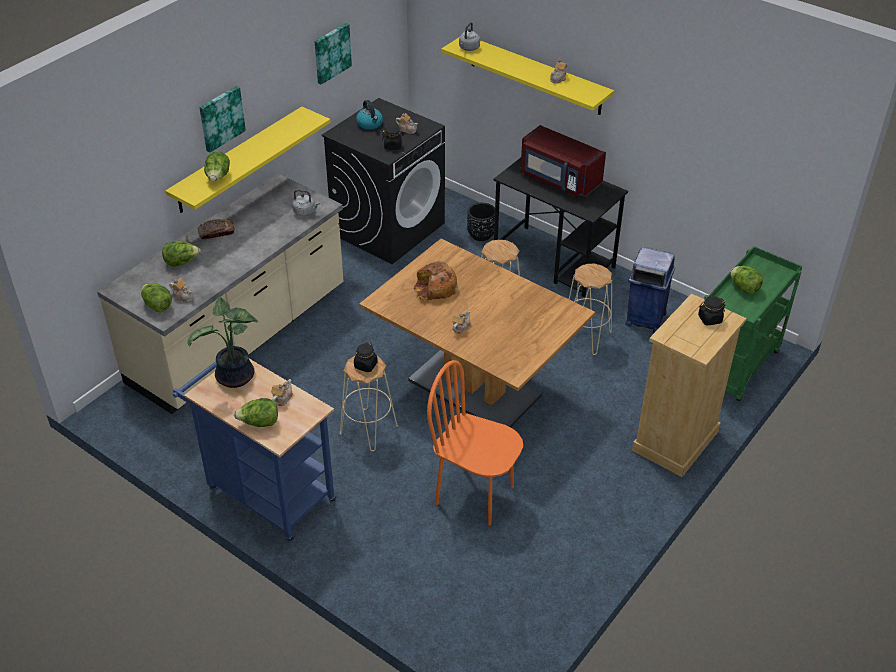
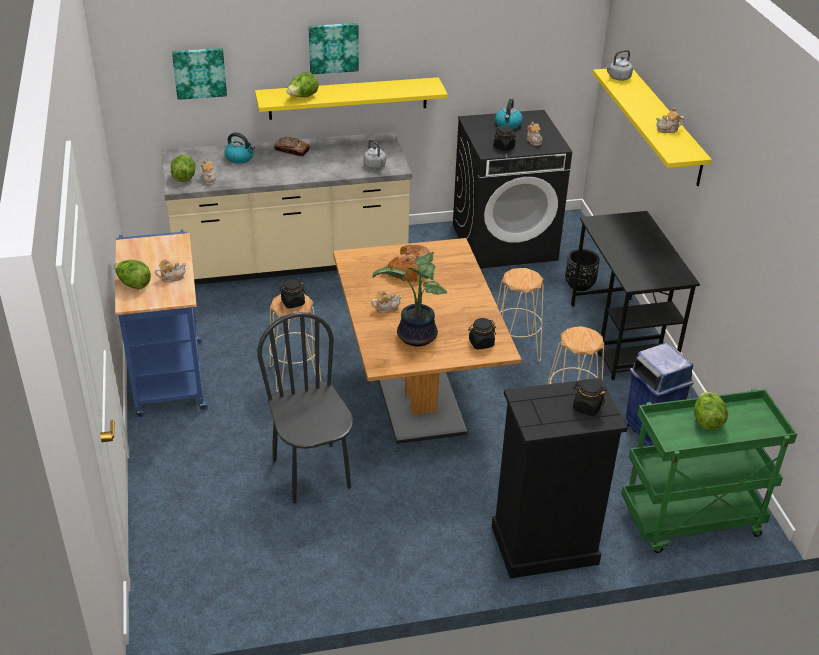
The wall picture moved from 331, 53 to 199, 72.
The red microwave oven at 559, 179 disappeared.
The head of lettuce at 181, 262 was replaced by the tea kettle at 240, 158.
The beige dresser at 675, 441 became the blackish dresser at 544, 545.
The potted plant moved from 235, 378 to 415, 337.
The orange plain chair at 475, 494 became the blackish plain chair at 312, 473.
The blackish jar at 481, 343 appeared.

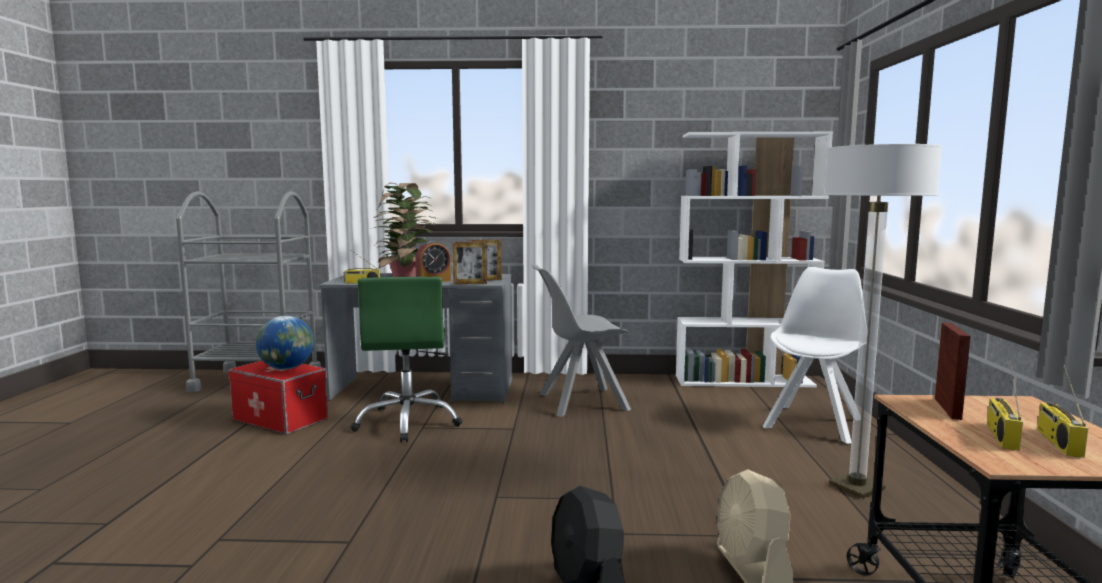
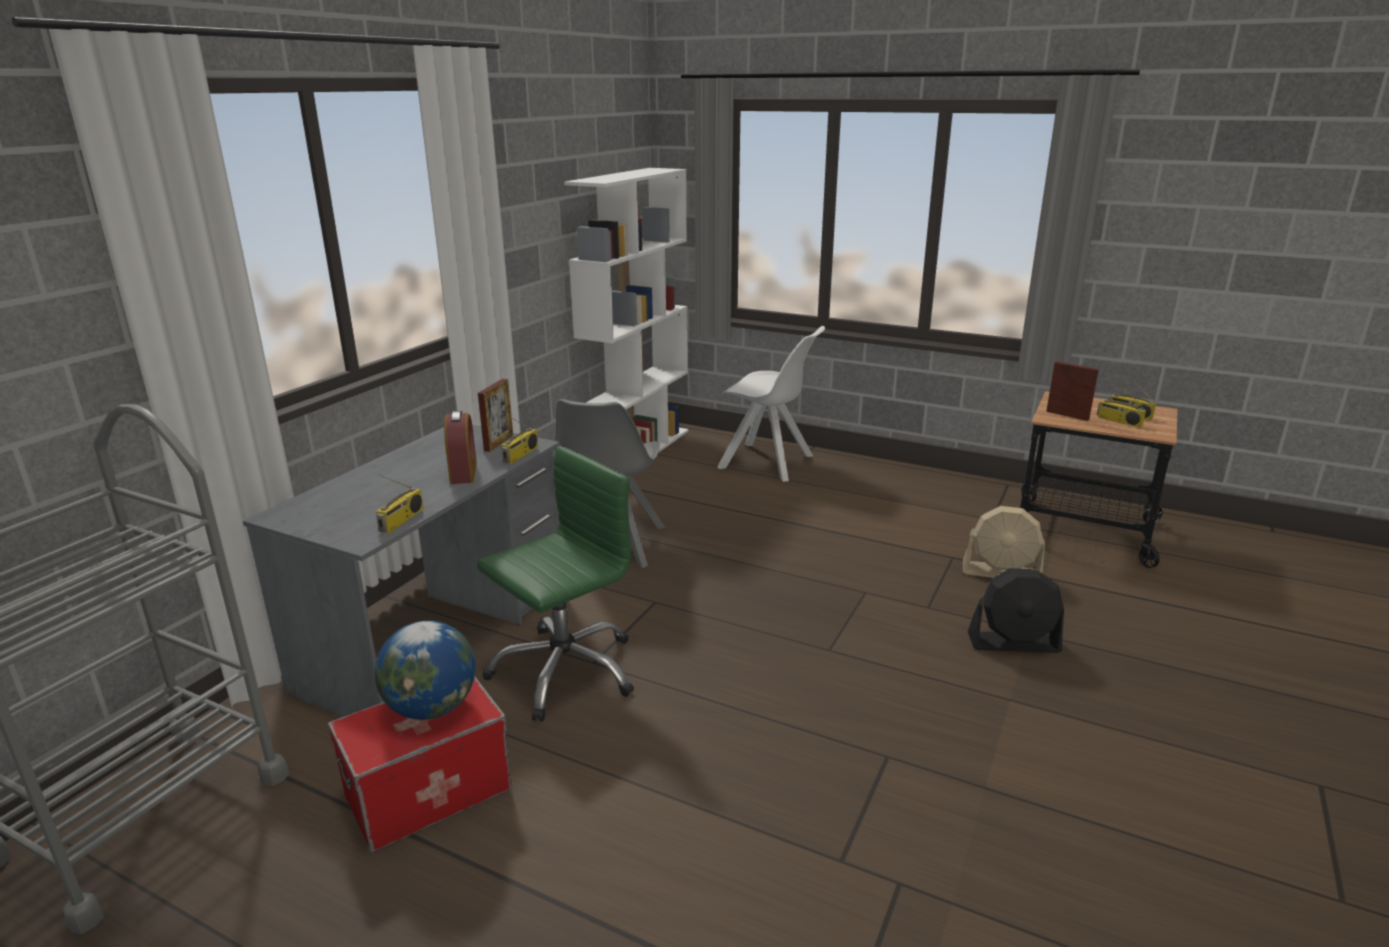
The floor lamp at 857, 487 disappeared.
The potted plant at 405, 276 disappeared.
The photo frame at 470, 283 was replaced by the radio receiver at 521, 455.
The whitish plain chair at 814, 422 turned 150 degrees clockwise.
The green-coloured office chair at 408, 422 turned 60 degrees counterclockwise.

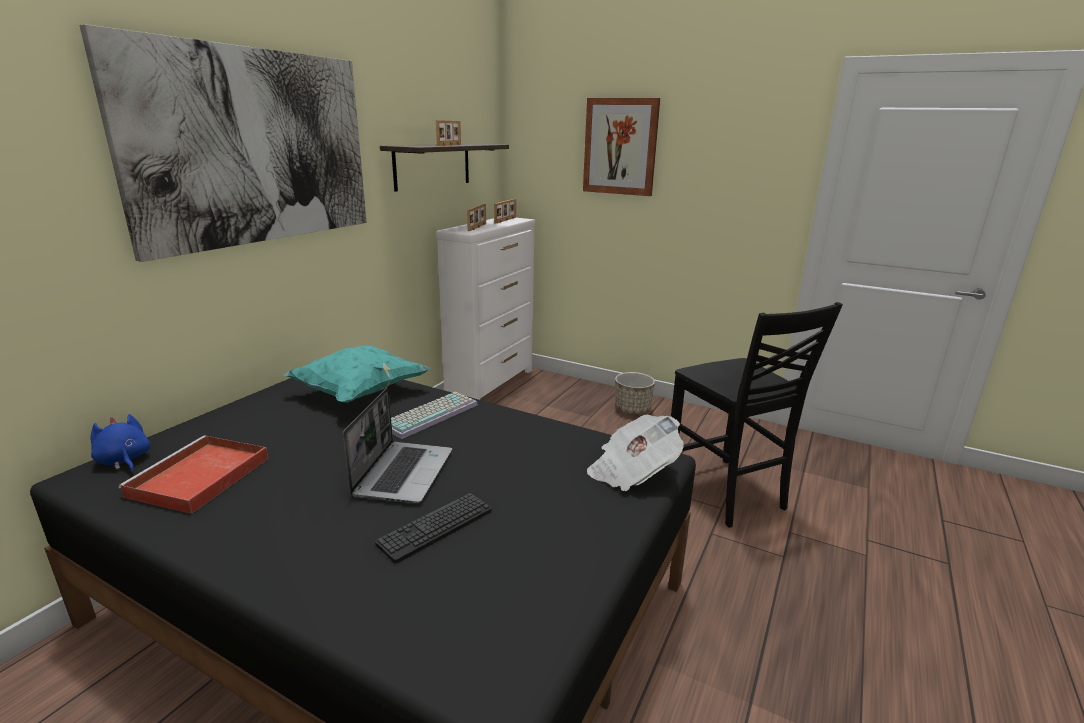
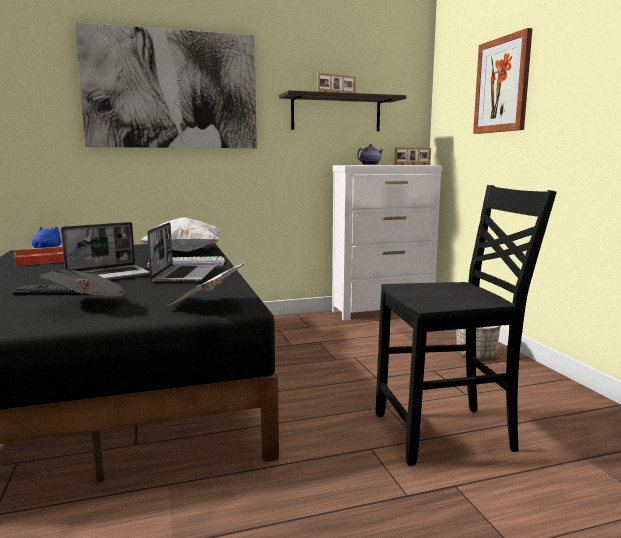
The photo frame at 478, 227 was replaced by the teapot at 370, 164.
The blackish plain chair at 726, 493 turned 120 degrees counterclockwise.
The turquoise throw pillow at 359, 393 became the whitish throw pillow at 184, 251.
The laptop at 184, 275 appeared.
The daily paper at 89, 305 appeared.

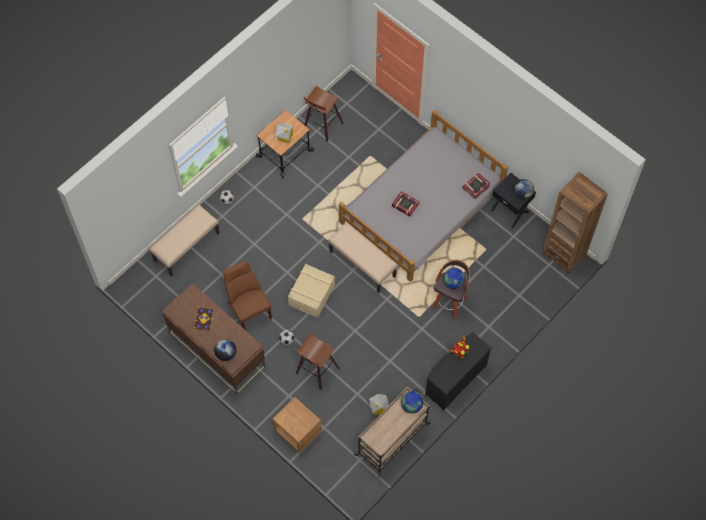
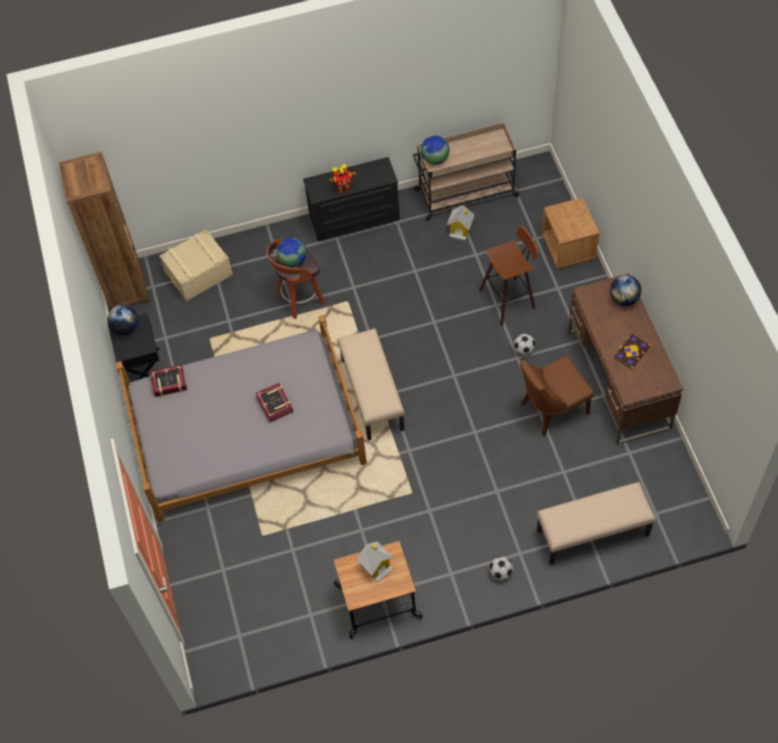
The sitting stool at 322, 126 disappeared.
The brown-coloured plain chair at 248, 309 turned 60 degrees clockwise.
The beige storage bin moved from 311, 295 to 198, 273.

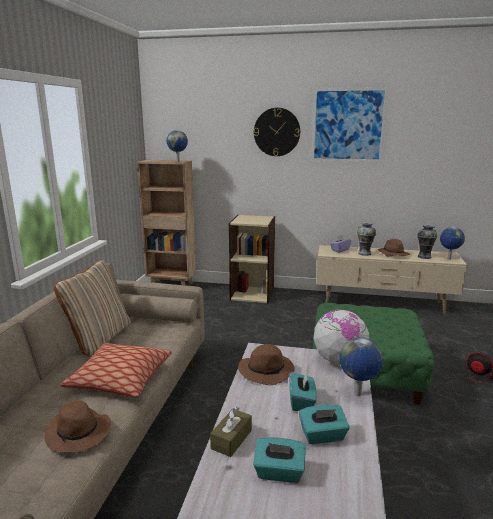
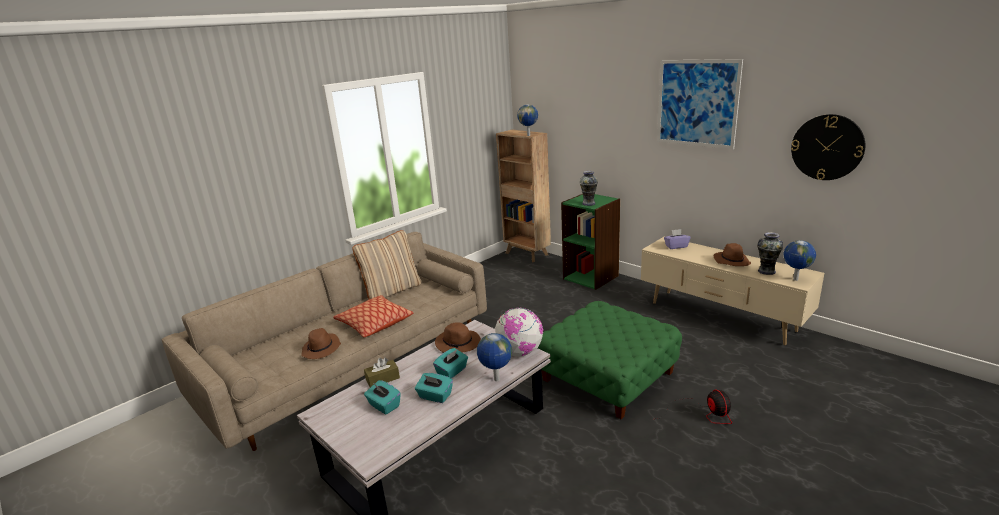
The wall clock moved from 277, 132 to 827, 147.
The beige shelving unit at 252, 294 became the green-coloured shelving unit at 591, 277.
The vase moved from 364, 253 to 589, 203.

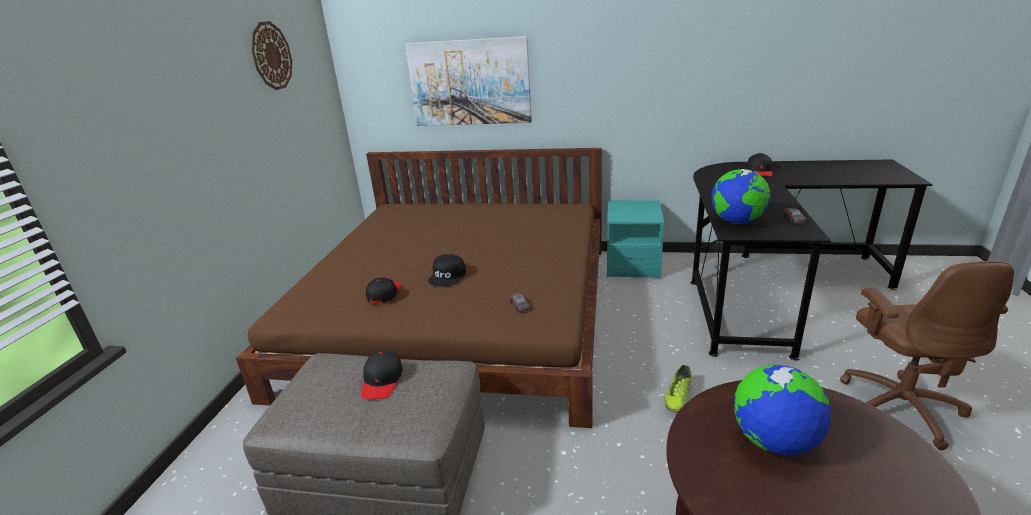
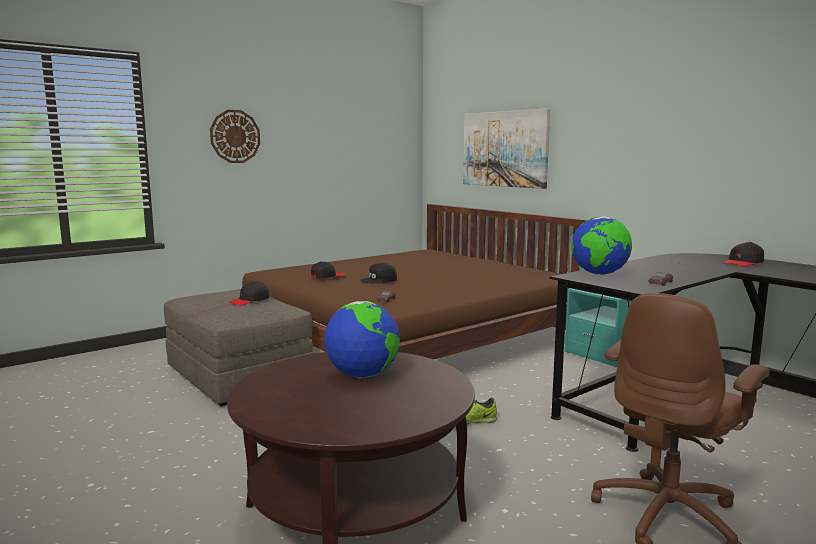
The wall clock moved from 271, 56 to 235, 136.

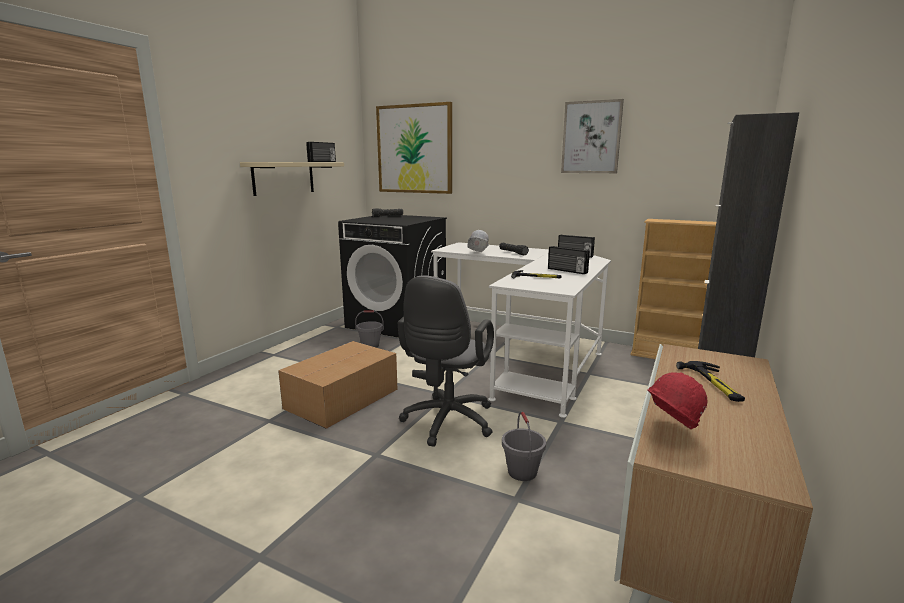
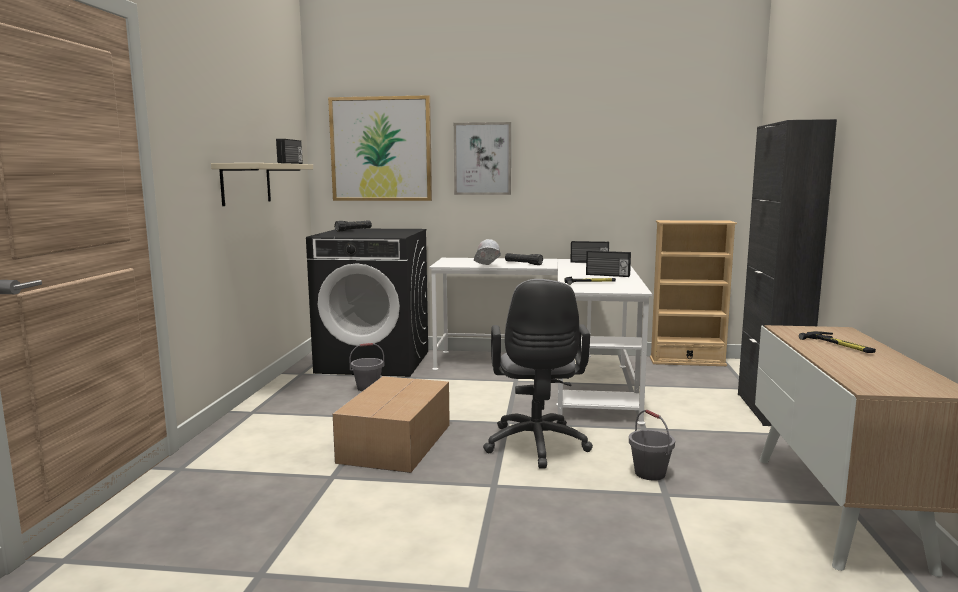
The wall picture moved from 591, 137 to 482, 159.
The red hard hat at 669, 431 disappeared.

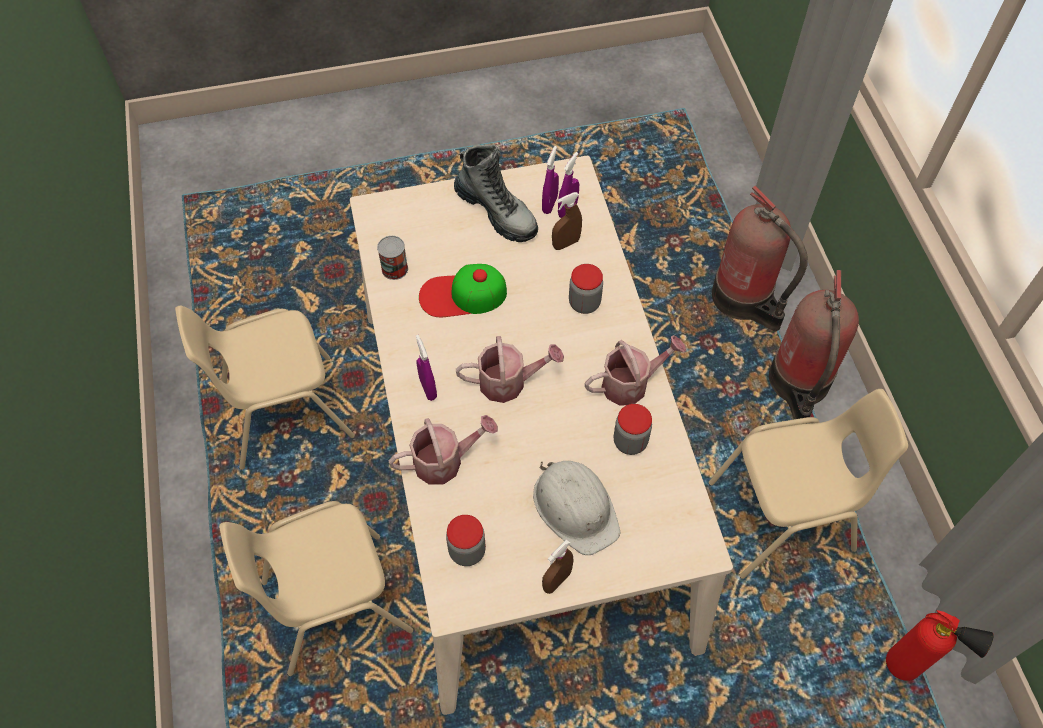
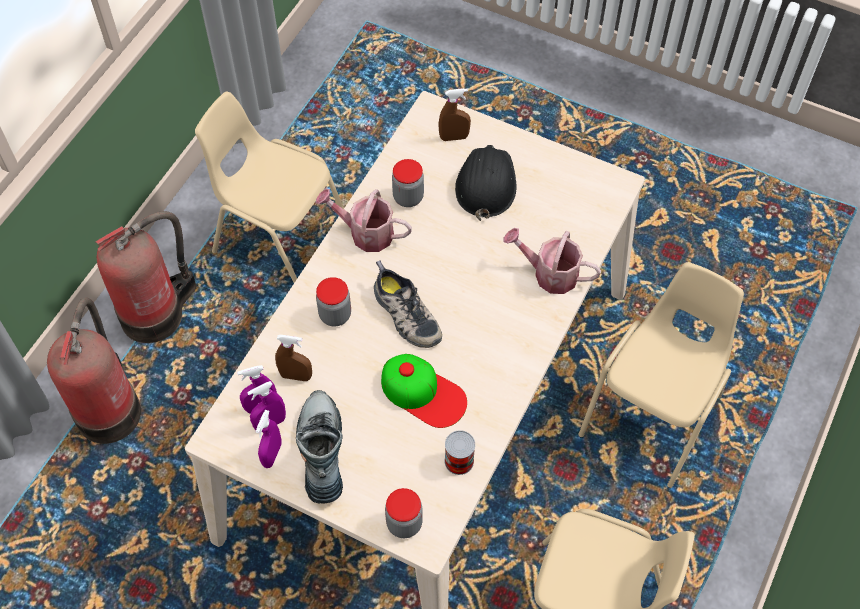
The purple sprayer moved from 428, 388 to 272, 455.
The watering can at 509, 382 disappeared.
The whitish hard hat at 575, 507 became the blackish hard hat at 485, 185.
The beige plain chair at 334, 604 turned 75 degrees counterclockwise.
The jar moved from 467, 551 to 404, 523.
The brown-coloured sprayer moved from 556, 581 to 454, 137.
The extinguisher at 910, 668 disappeared.
The item of footwear at 404, 314 appeared.

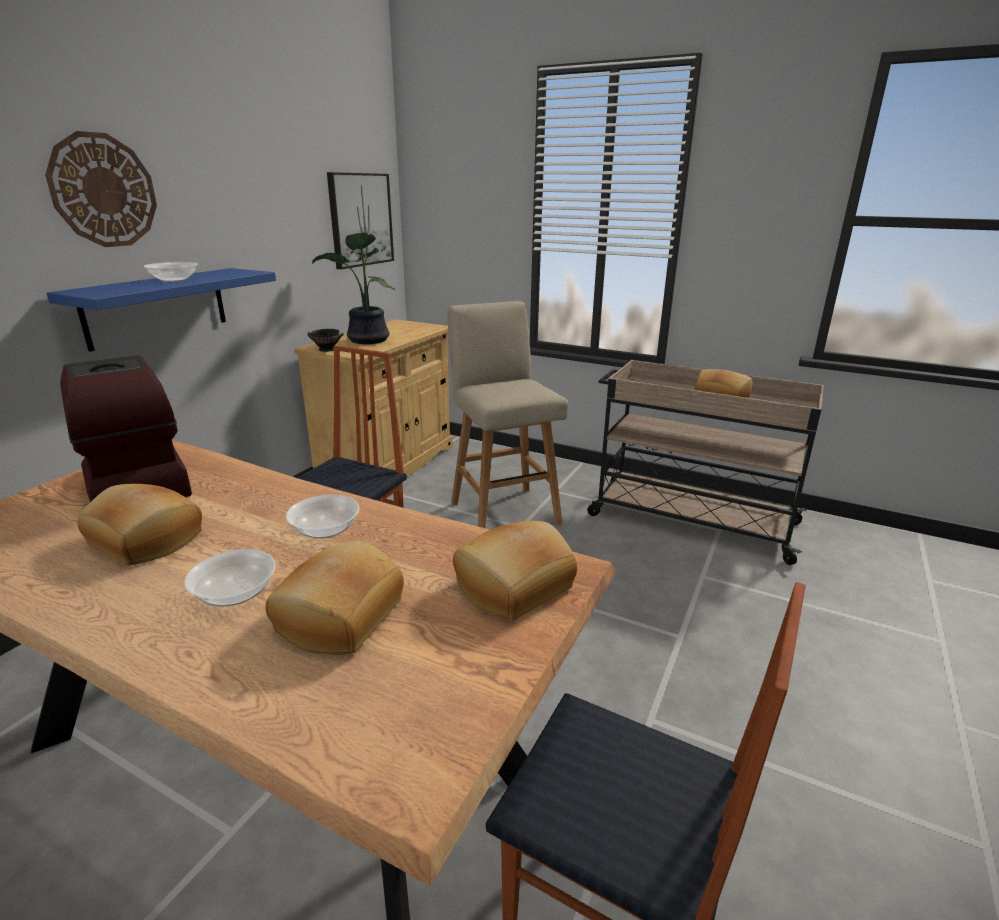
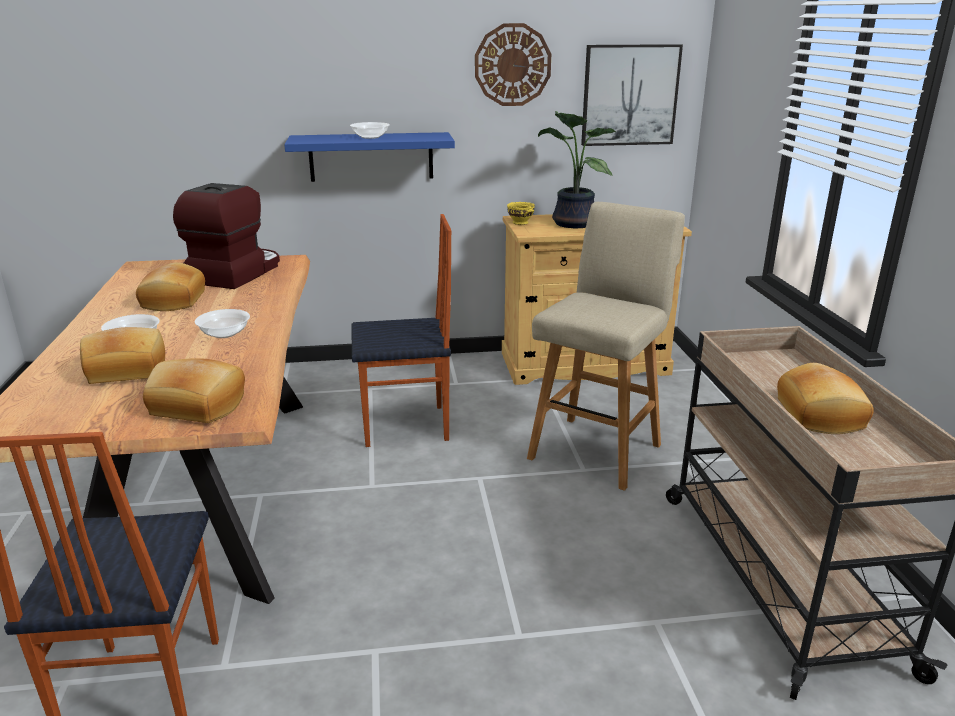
The wall clock moved from 103, 191 to 512, 65.
The blackish serving bowl at 326, 349 became the yellow serving bowl at 520, 222.

